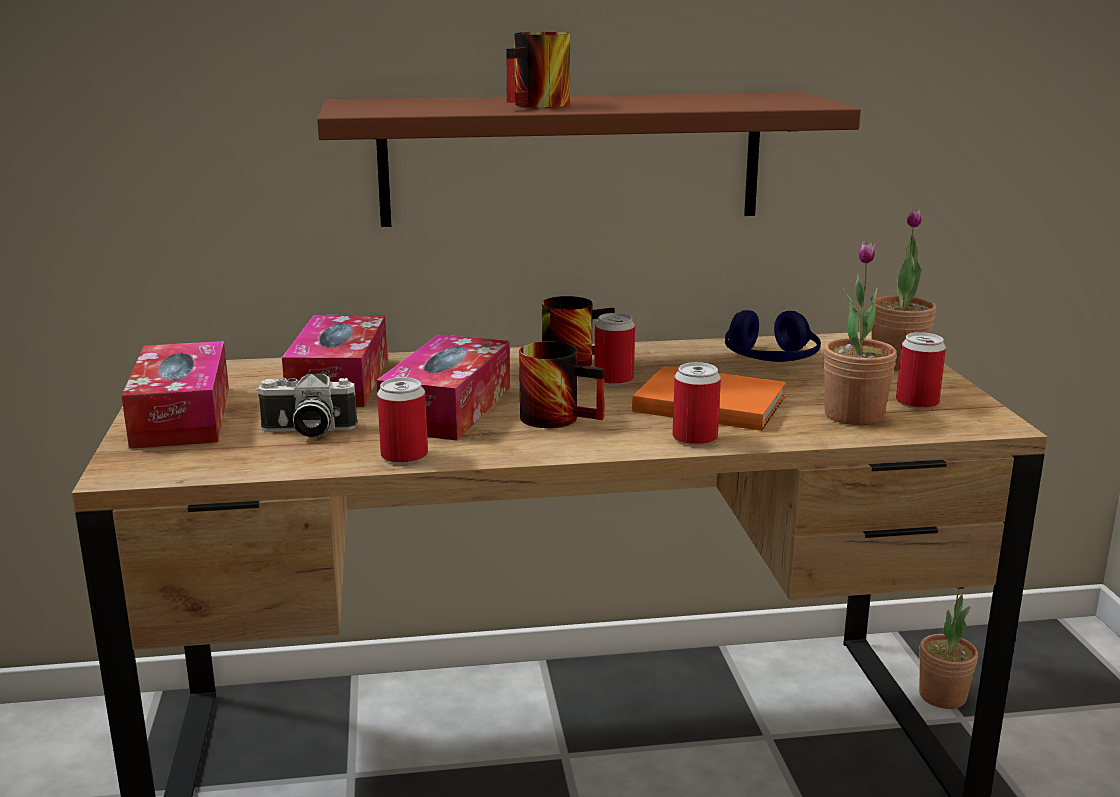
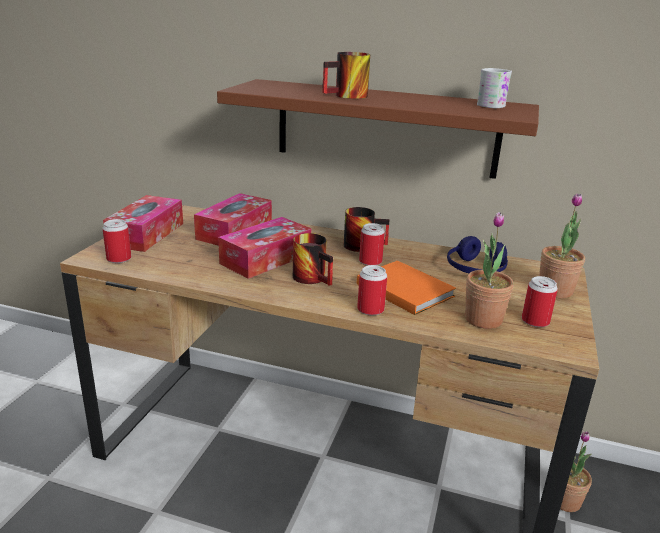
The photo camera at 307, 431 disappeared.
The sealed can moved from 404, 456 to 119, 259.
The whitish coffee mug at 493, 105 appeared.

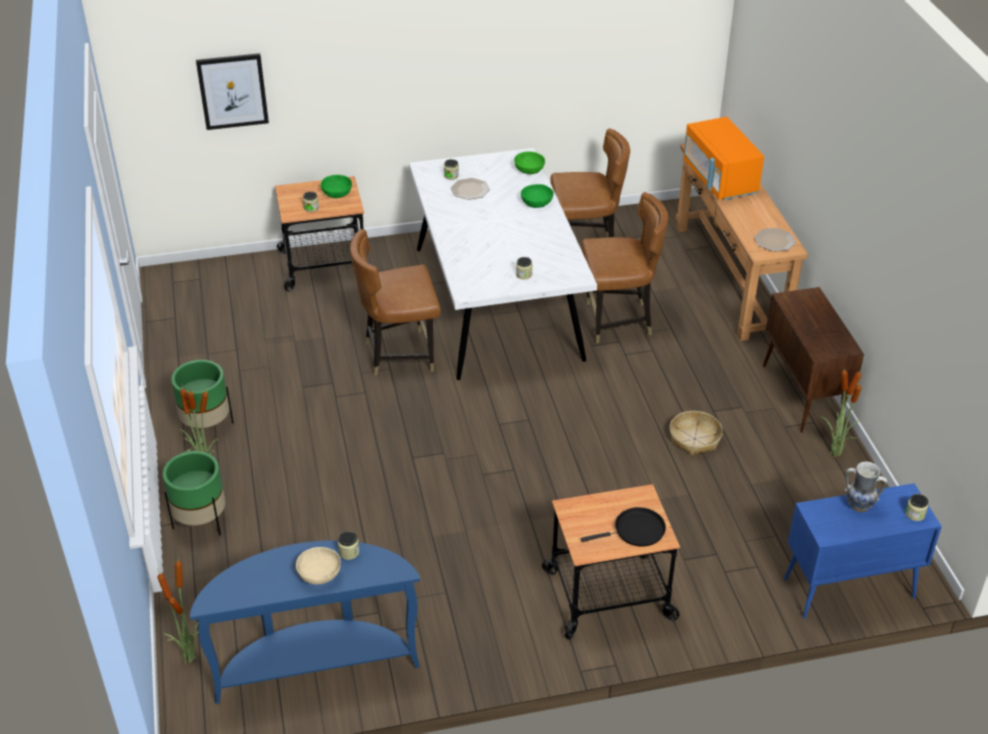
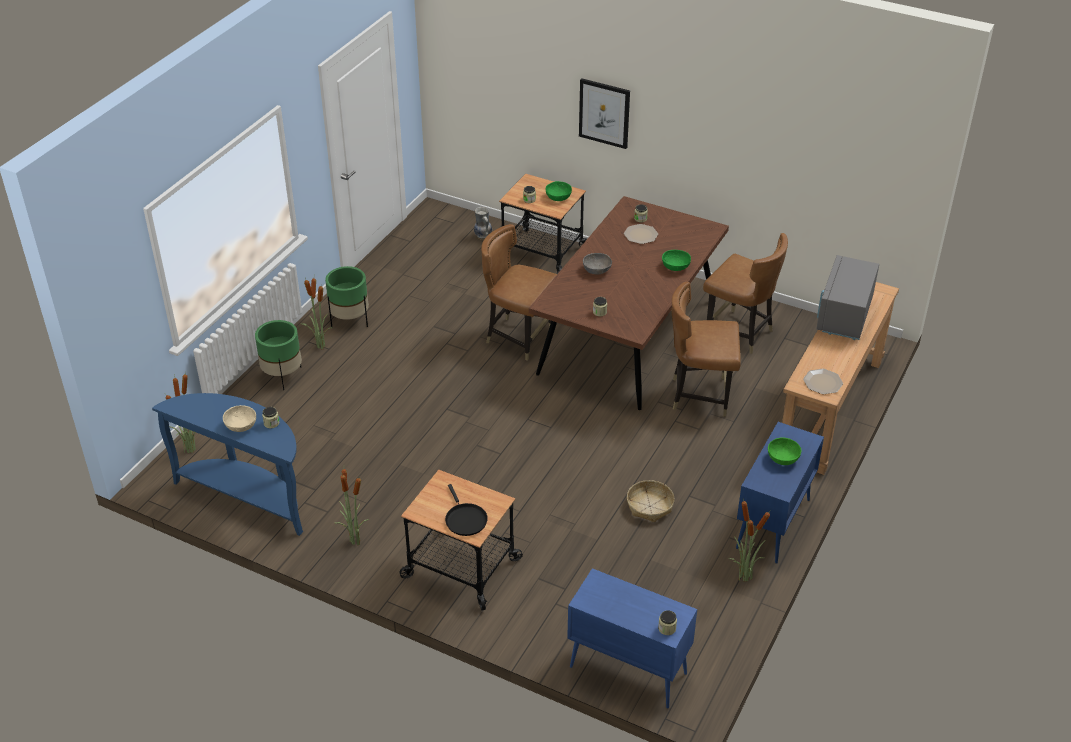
The wall picture moved from 232, 91 to 604, 113.
The orange microwave oven at 719, 179 became the greyish microwave oven at 844, 315.
The whitish dining table at 496, 302 became the brown-coloured dining table at 628, 336.
The green-coloured serving bowl moved from 529, 170 to 782, 459.
The brown-coloured plain chair at 618, 321 turned 150 degrees clockwise.
The brown-coloured storage cabinet at 803, 396 became the blue-coloured storage cabinet at 773, 524.
The vase moved from 859, 505 to 482, 236.
The blackish frying pan at 636, 531 turned 45 degrees clockwise.
The greyish serving bowl at 597, 270 appeared.
The potted plant at 354, 541 appeared.

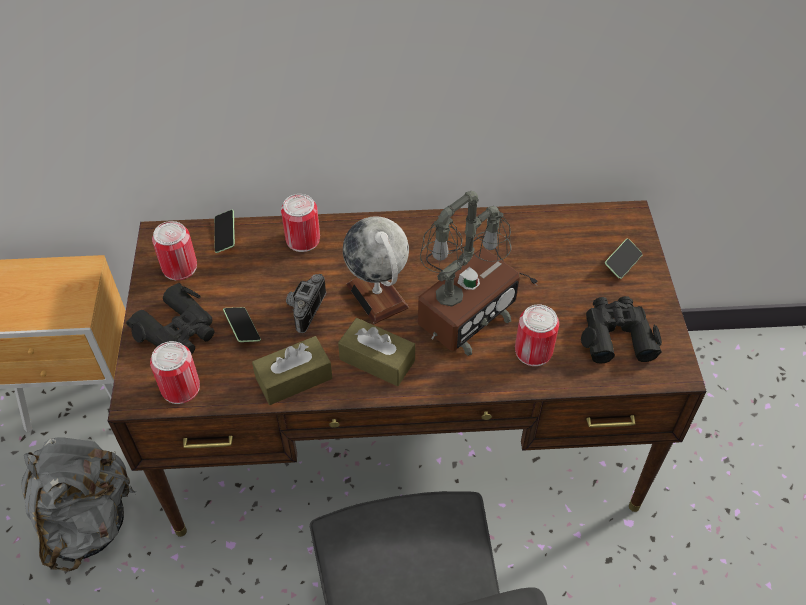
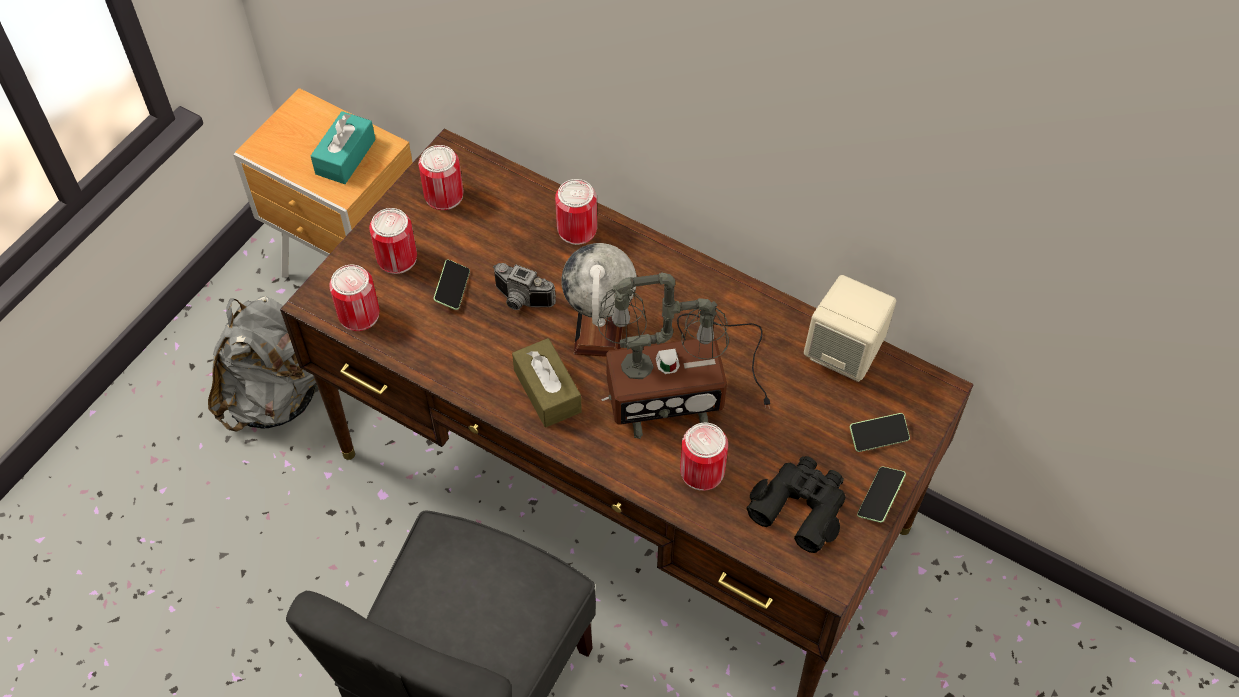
The telephone moved from 225, 236 to 880, 498.
The photo camera at 303, 309 turned 120 degrees counterclockwise.
The blackish binoculars at 178, 330 was replaced by the sealed can at 397, 258.
The brown-coloured box of tissues at 294, 378 disappeared.
The turquoise box of tissues at 345, 157 appeared.
The beige loudspeaker at 844, 353 appeared.

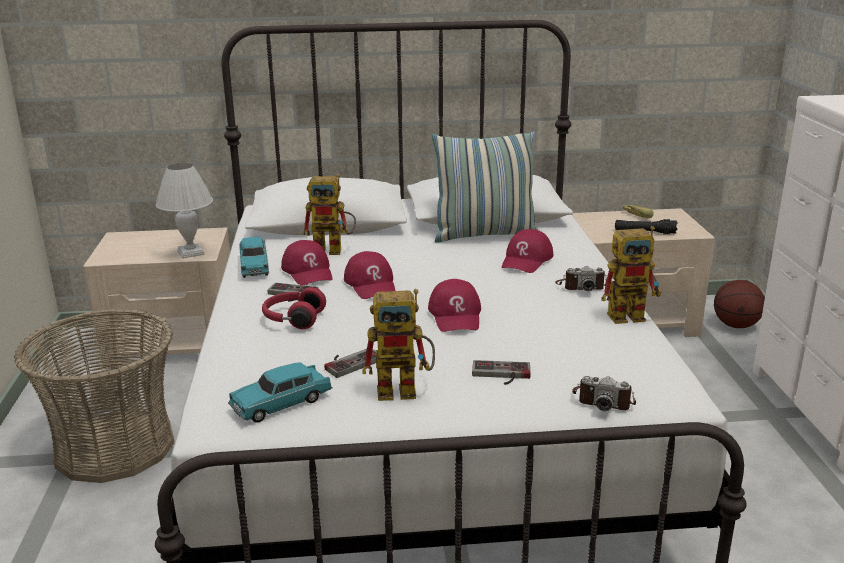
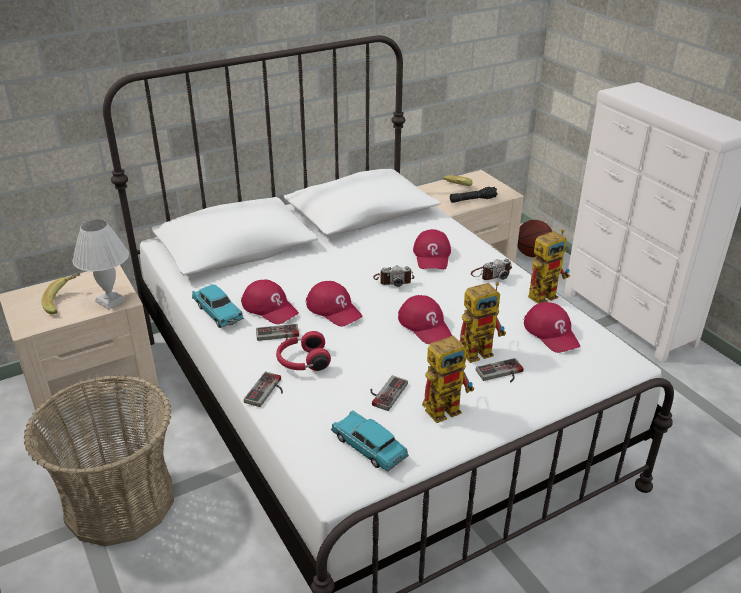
The throw pillow at 484, 235 disappeared.
The toy robot moved from 334, 250 to 481, 350.
The turquoise model car at 281, 404 turned 105 degrees clockwise.
The photo camera moved from 603, 400 to 393, 280.
The banana fruit at 65, 302 appeared.
The red cap at 551, 333 appeared.
The joypad at 268, 392 appeared.

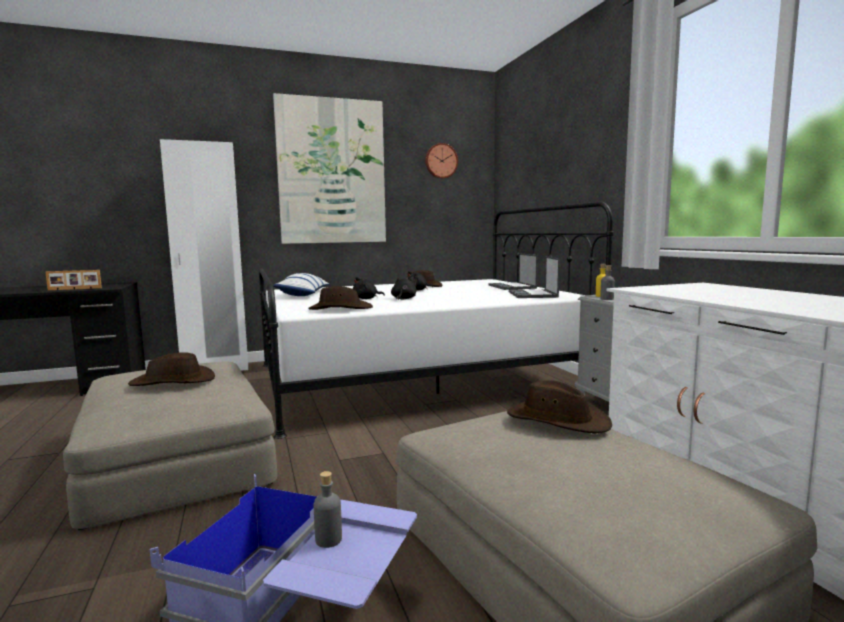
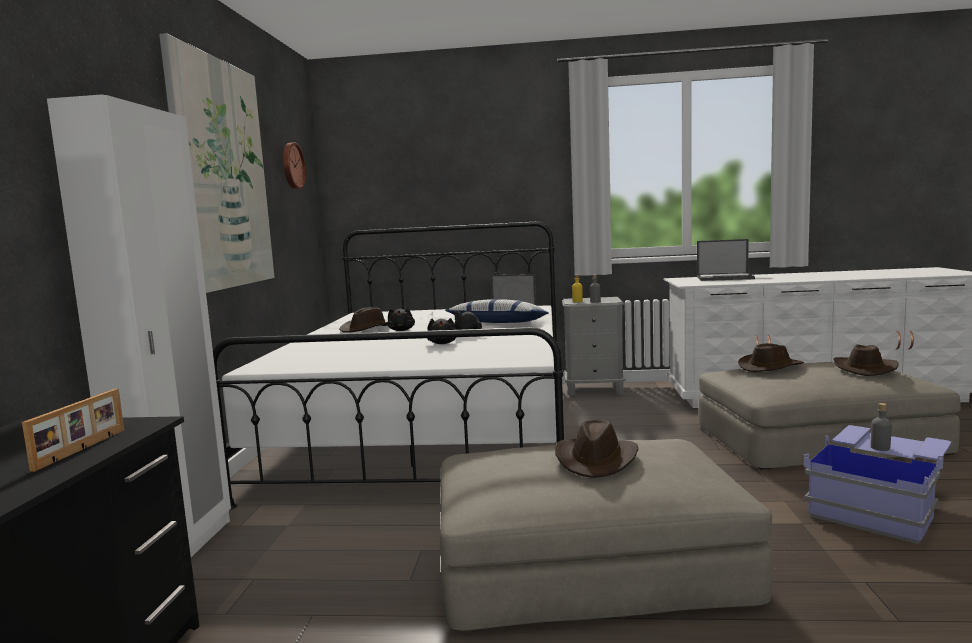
The laptop moved from 512, 287 to 725, 278.
The throw pillow moved from 303, 294 to 497, 323.
The brown-coloured wearable hat moved from 340, 309 to 864, 368.

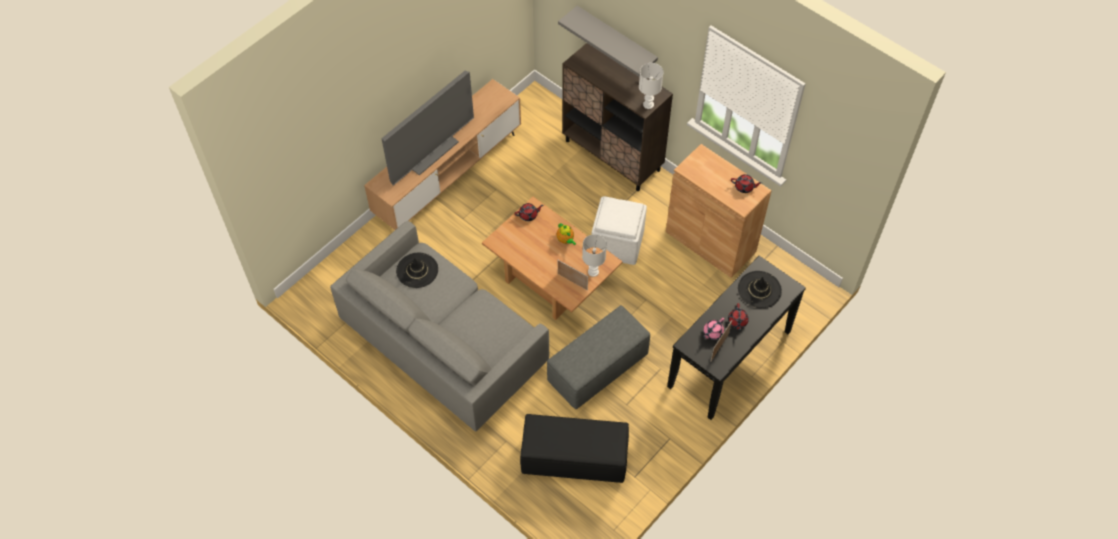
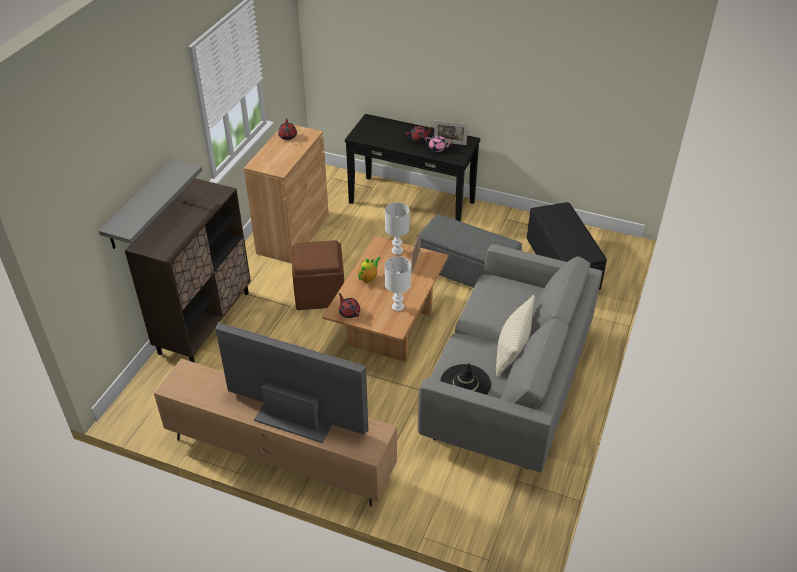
The whitish tabletop lamp moved from 648, 105 to 398, 307.
The whitish pouffe at 617, 243 became the brown-coloured pouffe at 320, 293.
The blackish wearable hat at 759, 290 disappeared.
The beige throw pillow at 512, 350 appeared.

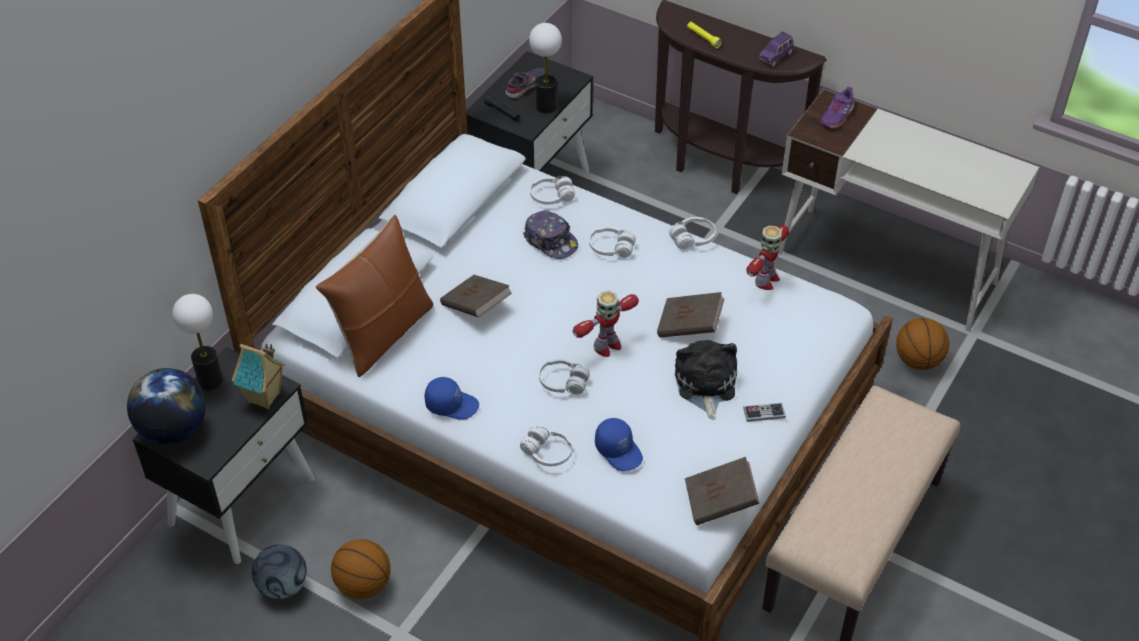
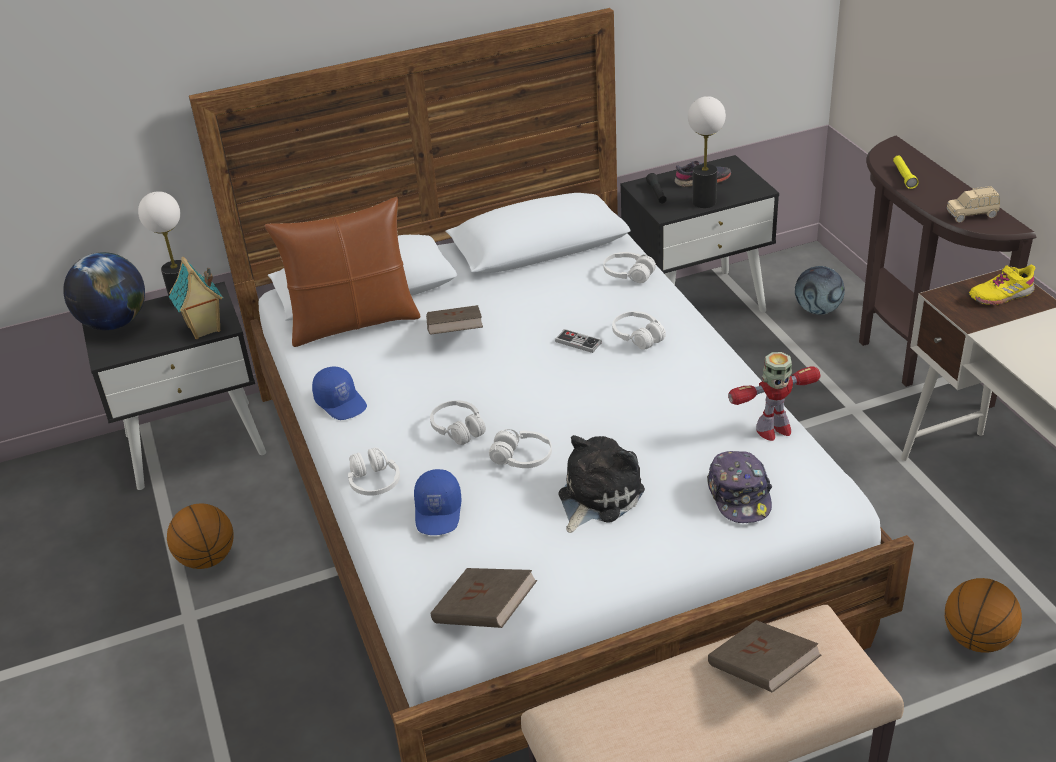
The purple model car at 776, 56 became the beige model car at 972, 215.
The purple item of footwear at 836, 116 became the yellow item of footwear at 1000, 295.
The cap moved from 551, 241 to 739, 495.
The whitish pair of headphones moved from 692, 238 to 522, 458.
The toy robot at 606, 346 disappeared.
The brown-coloured bound book moved from 689, 326 to 761, 671.
The joypad moved from 764, 413 to 578, 342.
The ball for football moved from 283, 586 to 817, 310.

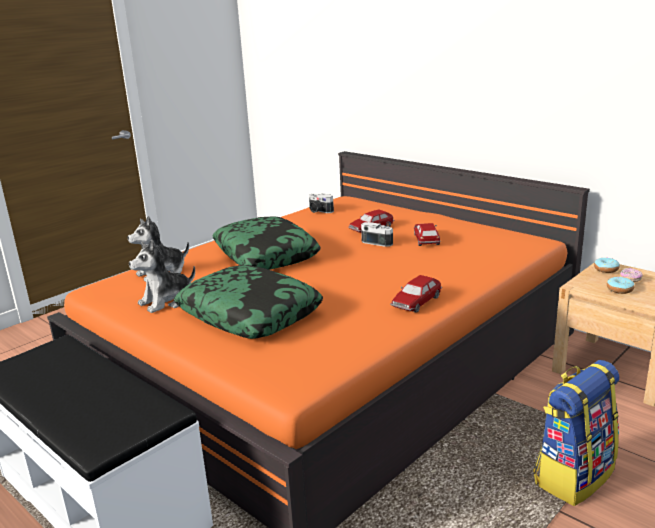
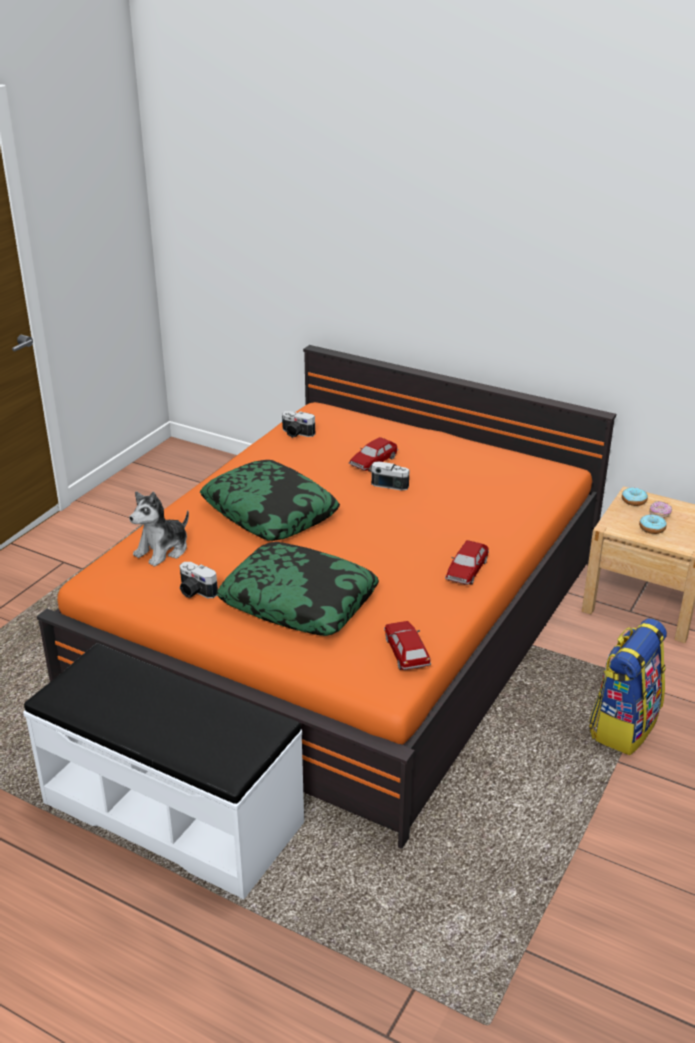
The model car moved from 426, 239 to 406, 652.
The cuddly toy at 166, 301 was replaced by the photo camera at 195, 592.

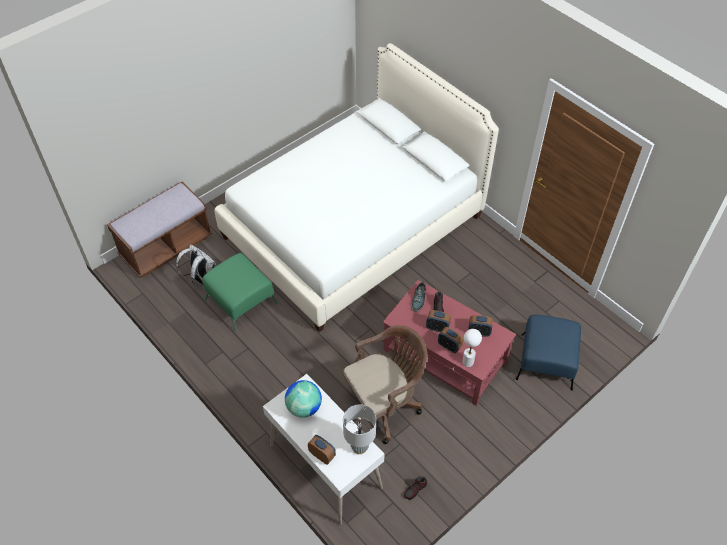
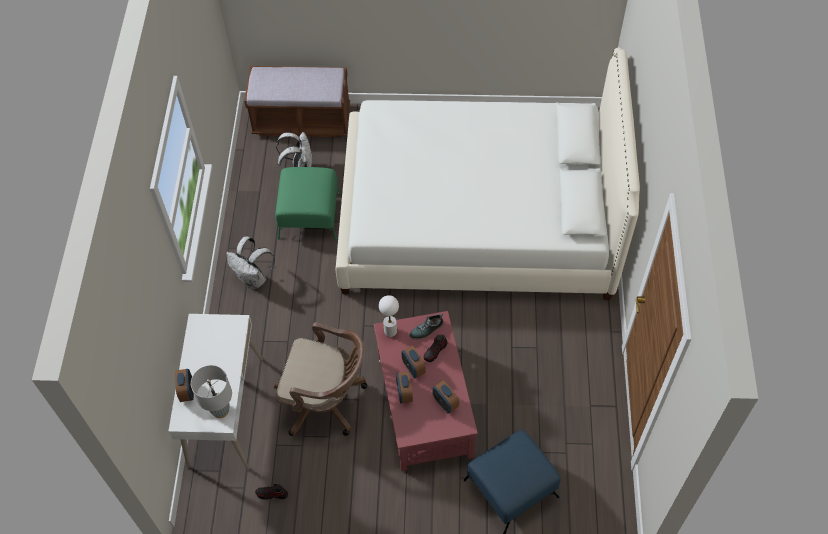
The whitish tabletop lamp moved from 468, 362 to 390, 331.
The globe at 304, 407 disappeared.
The whitish rucksack at 254, 278 appeared.

